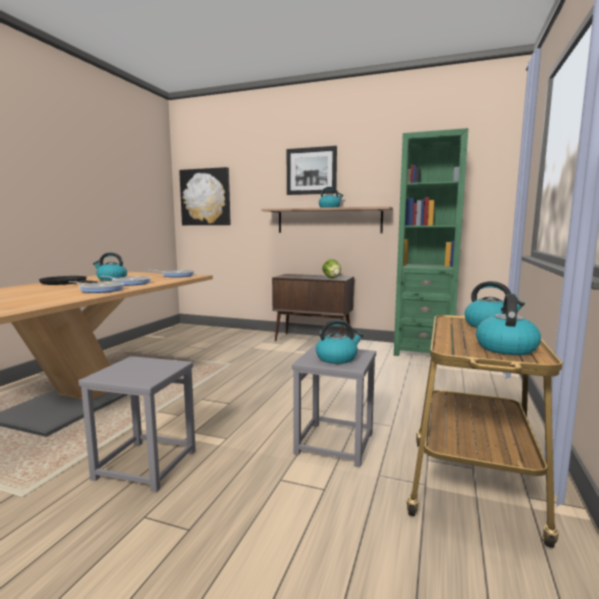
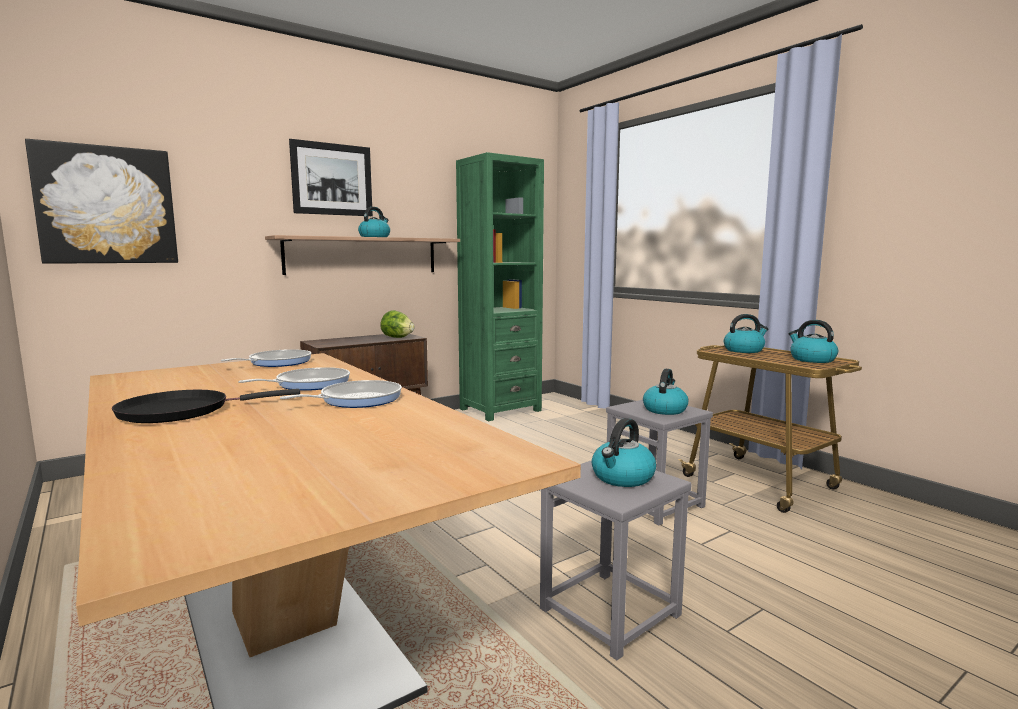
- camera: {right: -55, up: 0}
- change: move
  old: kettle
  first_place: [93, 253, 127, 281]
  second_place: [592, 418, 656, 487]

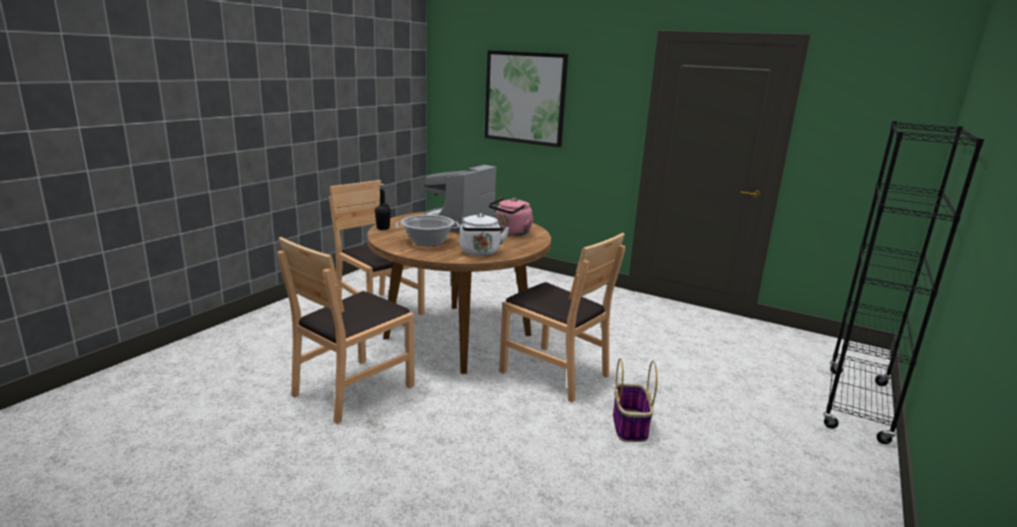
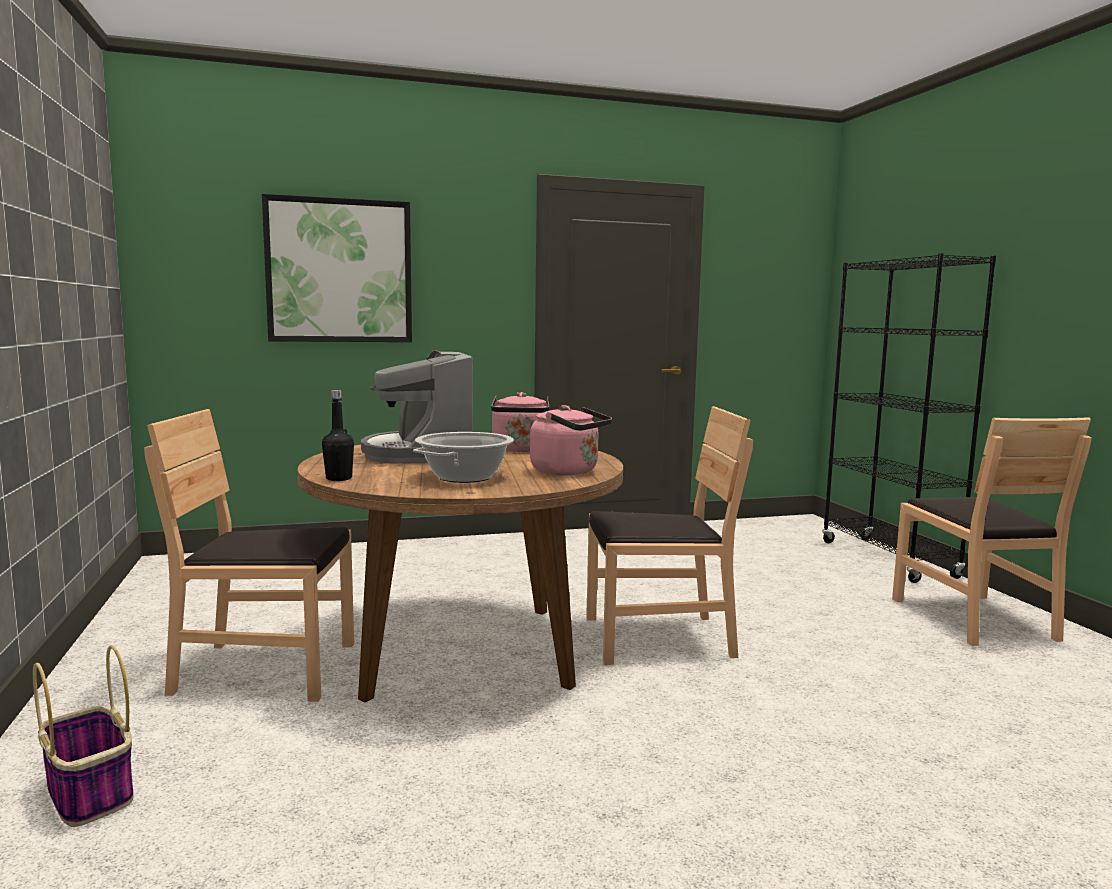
- camera: {right: -45, up: -10}
- change: move
  old: basket
  first_place: [613, 358, 658, 442]
  second_place: [33, 645, 134, 827]
- change: recolor
  old: white kettle
  new: pink kettle
  first_place: [460, 213, 510, 256]
  second_place: [530, 405, 612, 475]
- change: move
  old: brown chair
  first_place: [277, 237, 415, 424]
  second_place: [892, 417, 1091, 646]

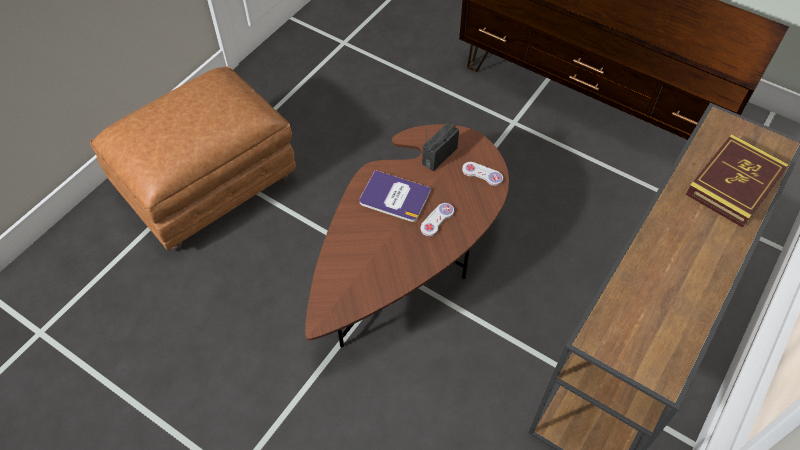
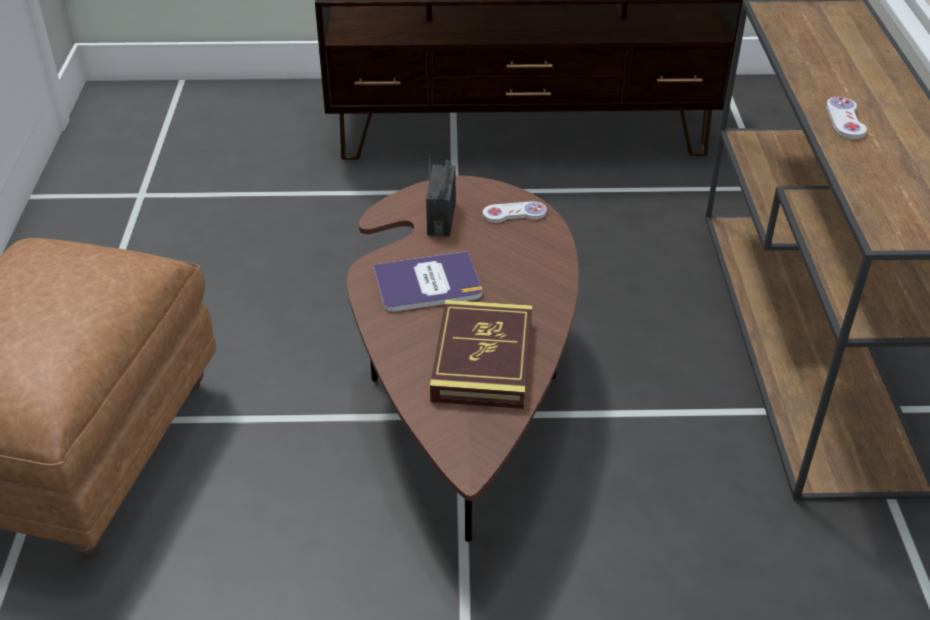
- camera: {right: -35, up: -15}
- change: move
  old: book
  first_place: [685, 134, 789, 228]
  second_place: [430, 300, 532, 409]
- change: move
  old: white game controller
  first_place: [421, 203, 454, 236]
  second_place: [826, 97, 867, 139]

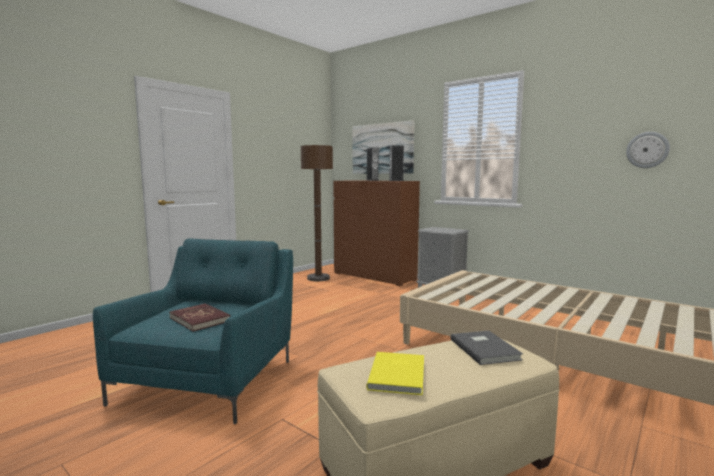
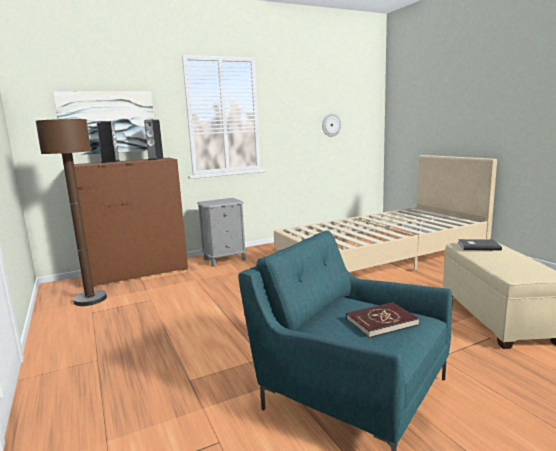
- camera: {right: -65, up: 5}
- change: delete
  old: yellow book
  first_place: [366, 352, 424, 395]

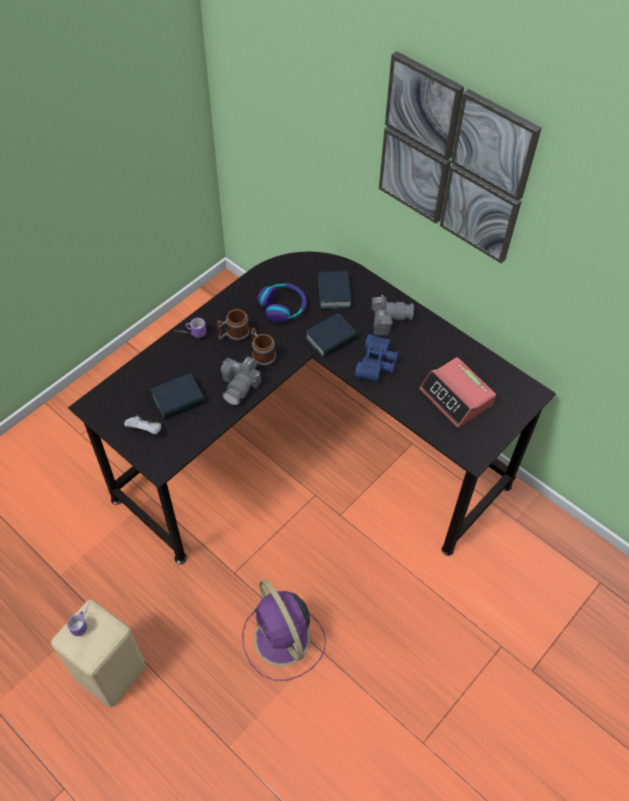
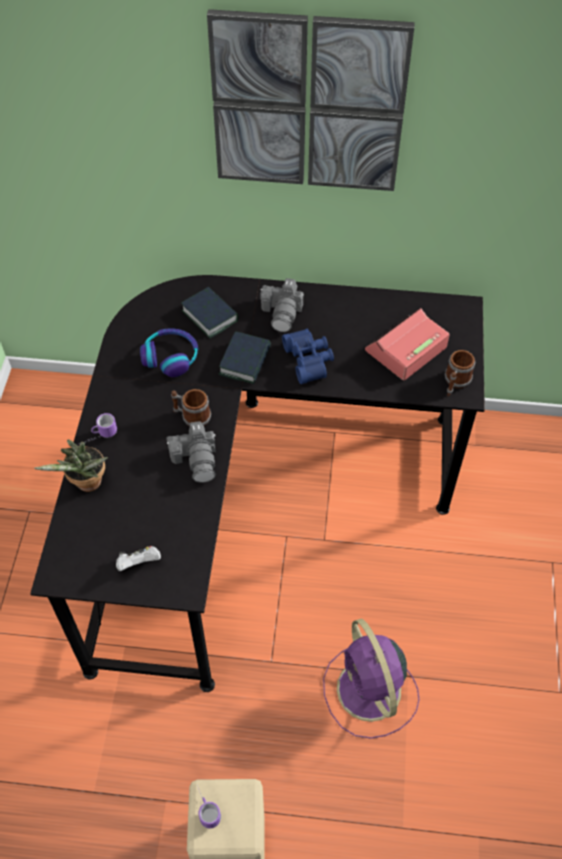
- camera: {right: -35, up: 0}
- change: insert
  new: potted plant
  second_place: [34, 440, 108, 492]
- change: rotate
  old: photo camera
  first_place: [372, 295, 414, 335]
  second_place: [260, 278, 304, 332]
  degrees: 135
- change: rotate
  old: purple fan
  first_place: [242, 579, 326, 681]
  second_place: [323, 619, 419, 739]
  degrees: 45
- change: rotate
  old: alarm clock
  first_place: [419, 357, 496, 428]
  second_place: [365, 308, 450, 380]
  degrees: 120
- change: move
  old: mug
  first_place: [217, 309, 250, 342]
  second_place: [445, 350, 475, 396]
- change: delete
  old: book
  first_place: [151, 373, 205, 419]

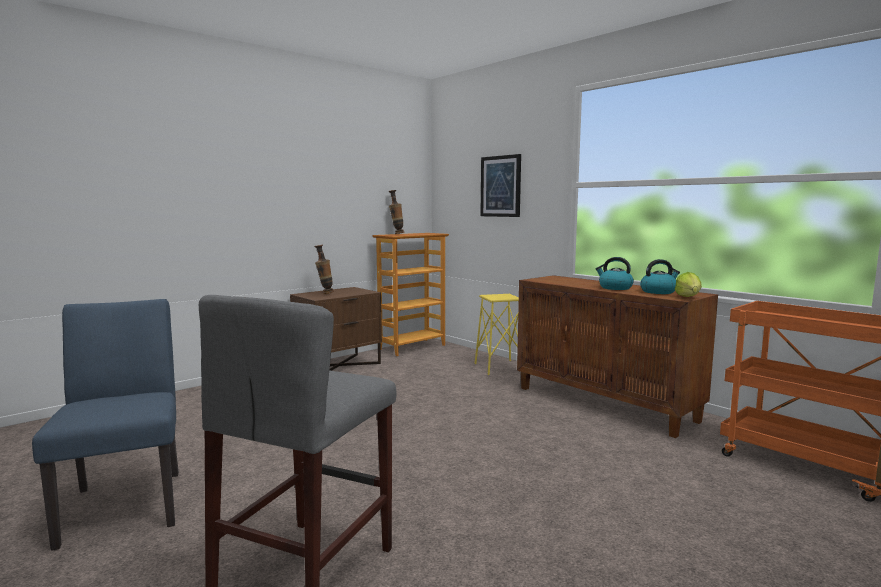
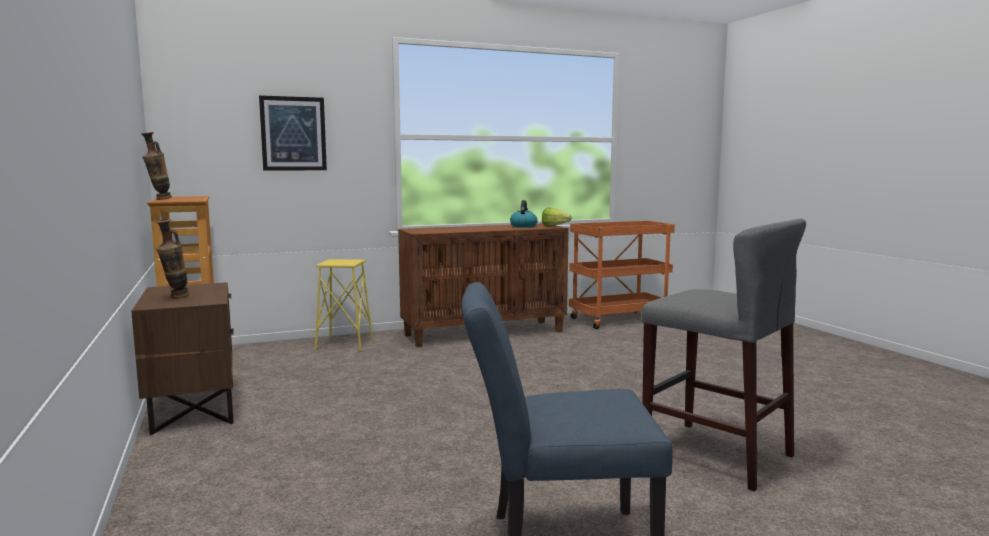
- camera: {right: -70, up: 0}
- change: delete
  old: kettle
  first_place: [596, 257, 634, 290]

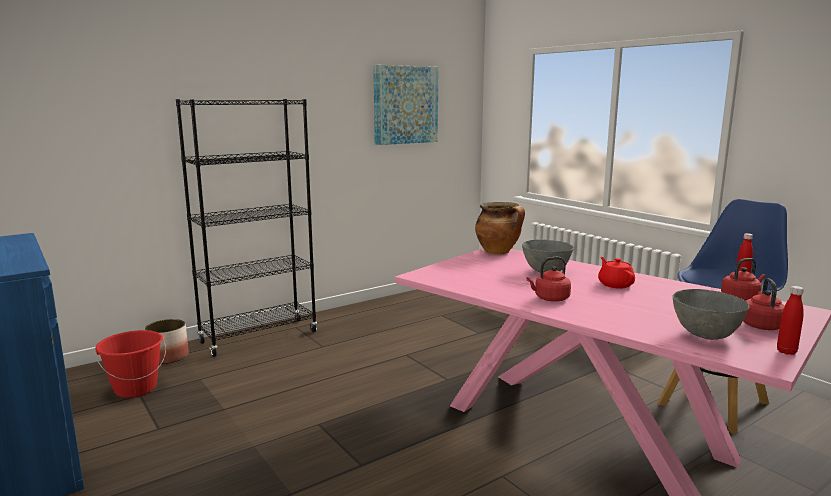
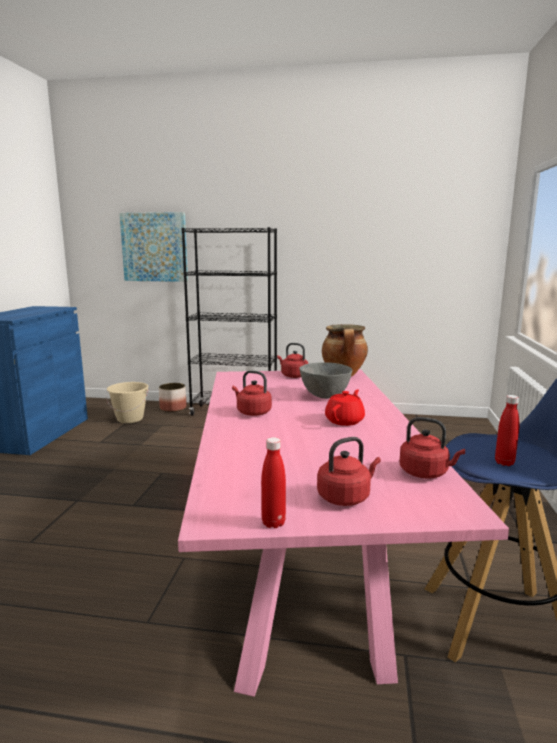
- camera: {right: 45, up: 0}
- change: recolor
  old: red bucket
  new: beige bucket
  first_place: [95, 330, 166, 398]
  second_place: [106, 382, 148, 423]
- change: move
  old: picture
  first_place: [373, 65, 439, 145]
  second_place: [119, 212, 188, 282]
- change: insert
  new: red kettle
  second_place: [277, 343, 308, 378]
- change: delete
  old: grey bowl
  first_place: [672, 289, 750, 340]

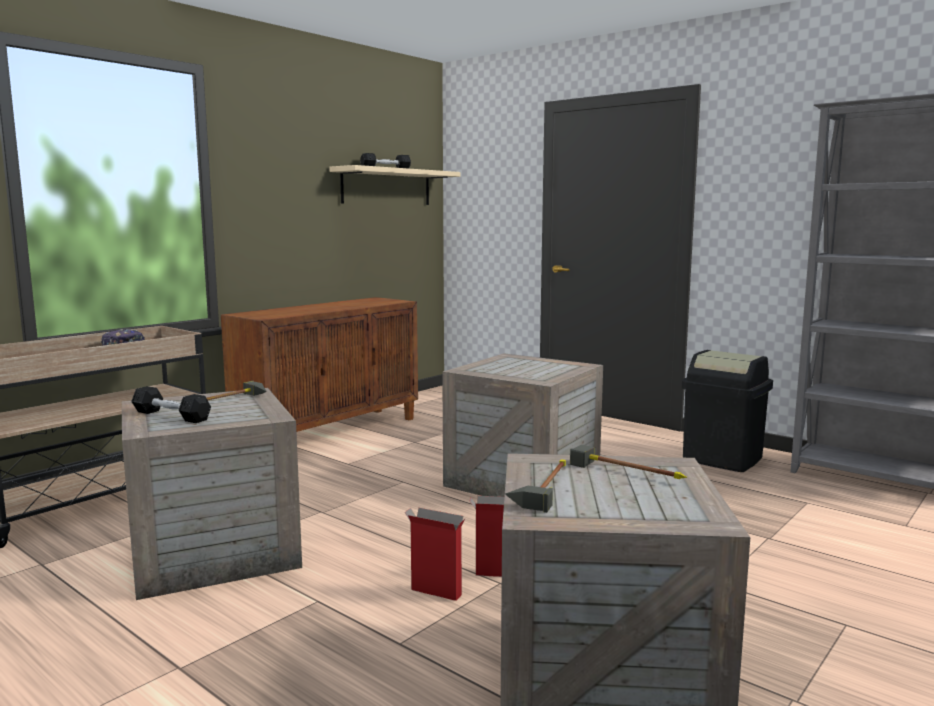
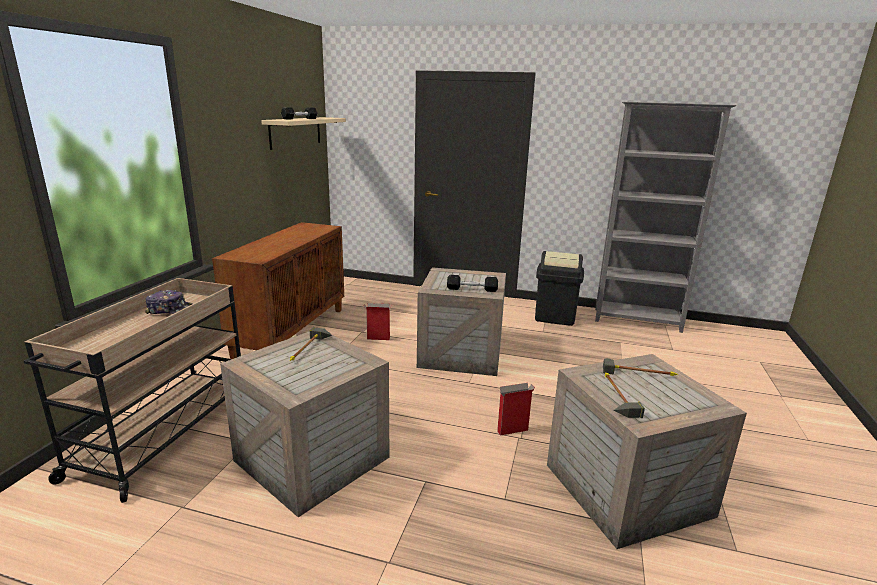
- camera: {right: -25, up: 10}
- change: move
  old: cardboard box
  first_place: [404, 508, 465, 601]
  second_place: [363, 303, 391, 340]
- change: move
  old: black dumbbell
  first_place: [131, 386, 211, 423]
  second_place: [447, 275, 498, 292]

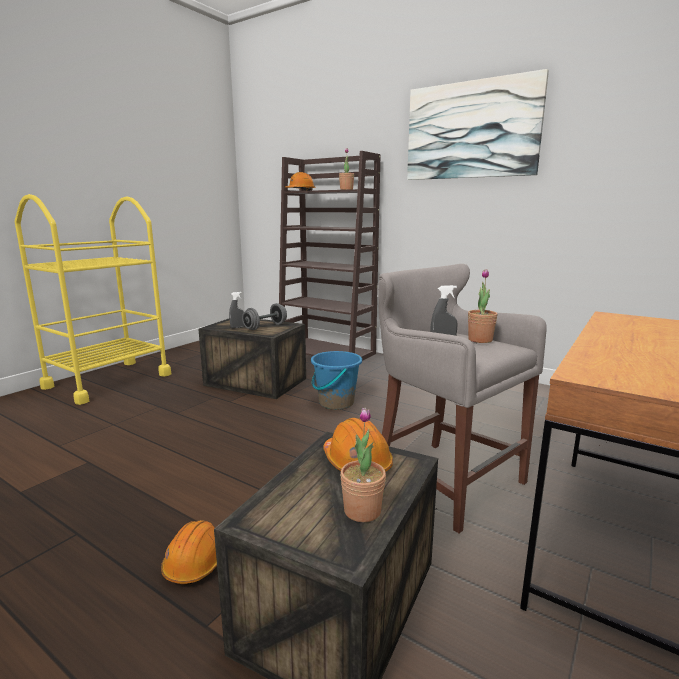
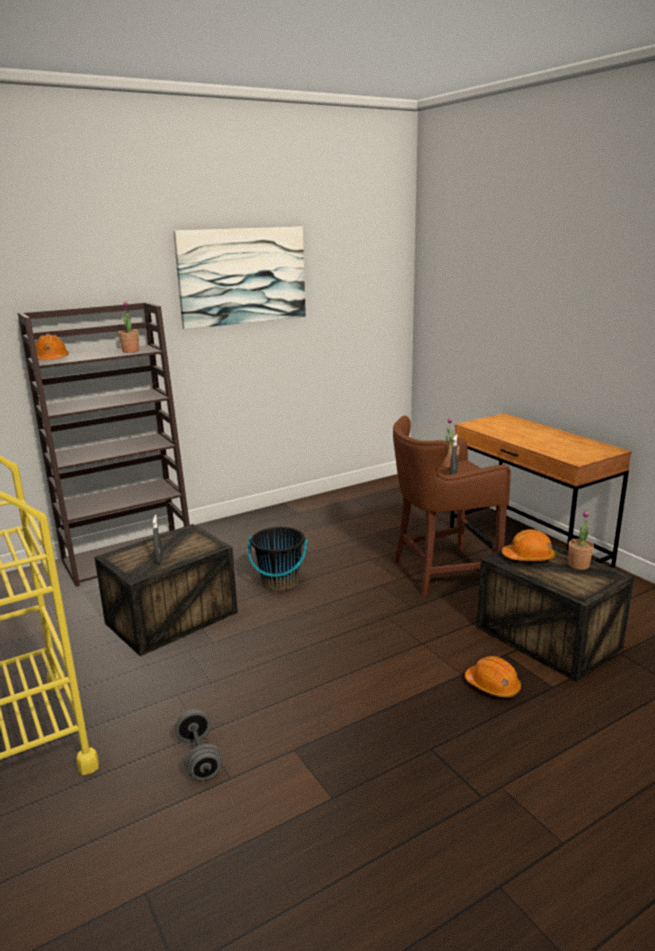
- camera: {right: -65, up: 5}
- change: move
  old: grey dumbbell
  first_place: [242, 303, 287, 330]
  second_place: [175, 709, 223, 780]
- change: recolor
  old: blue bucket
  new: black bucket
  first_place: [311, 351, 362, 410]
  second_place: [248, 527, 308, 591]
- change: recolor
  old: grey stool
  new: brown stool
  first_place: [378, 264, 547, 533]
  second_place: [393, 415, 511, 596]

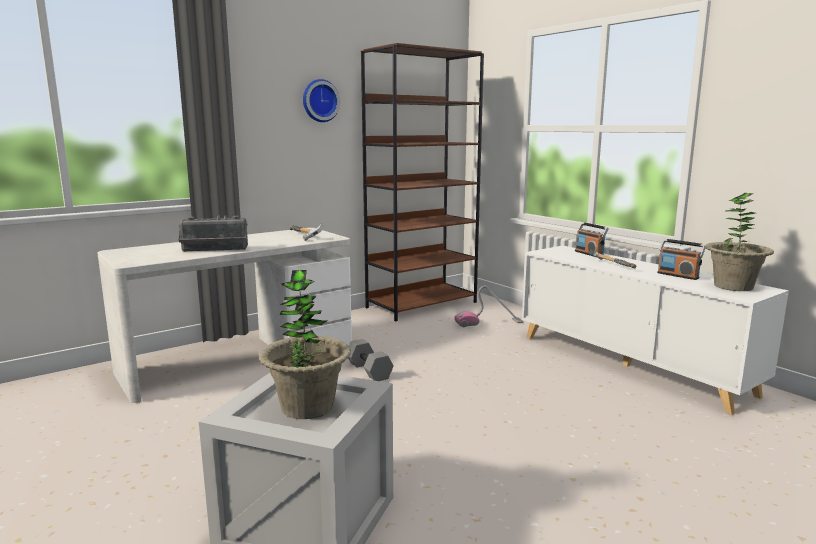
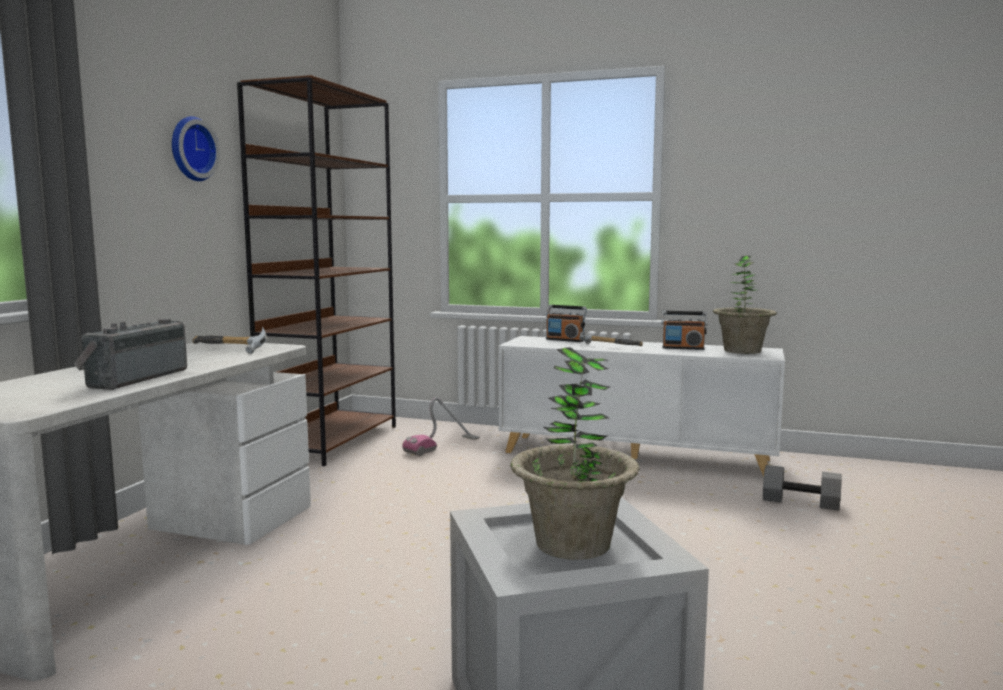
- camera: {right: -35, up: -5}
- change: rotate
  old: radio
  first_place: [178, 216, 248, 252]
  second_place: [74, 318, 187, 390]
  degrees: 150
- change: move
  old: grey dumbbell
  first_place: [348, 339, 394, 381]
  second_place: [763, 465, 842, 511]

